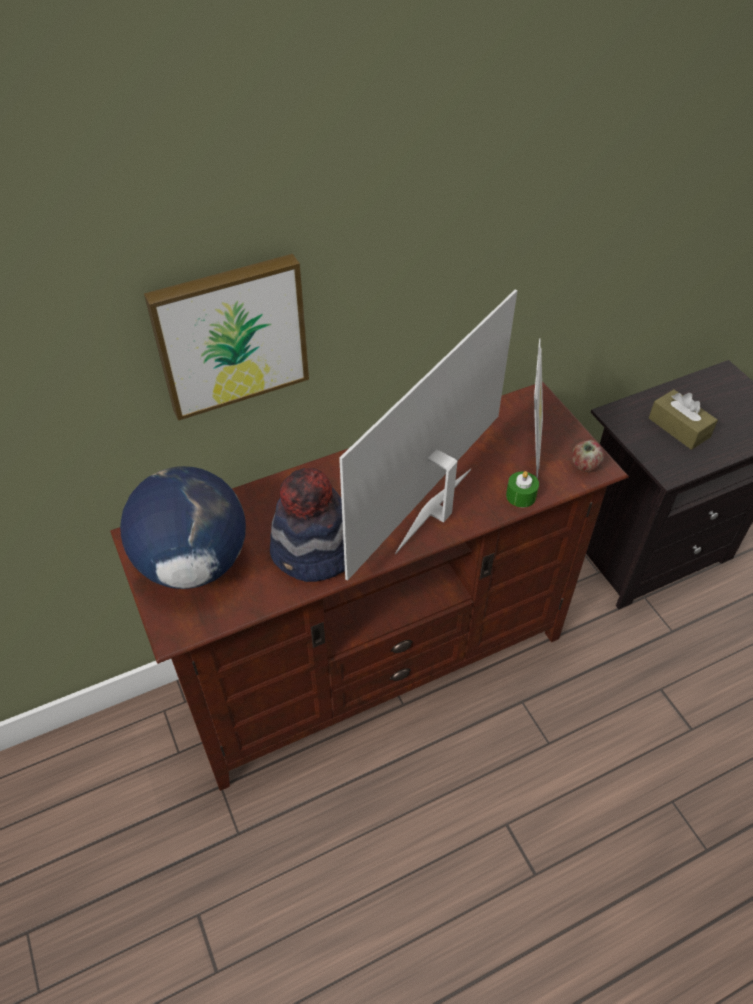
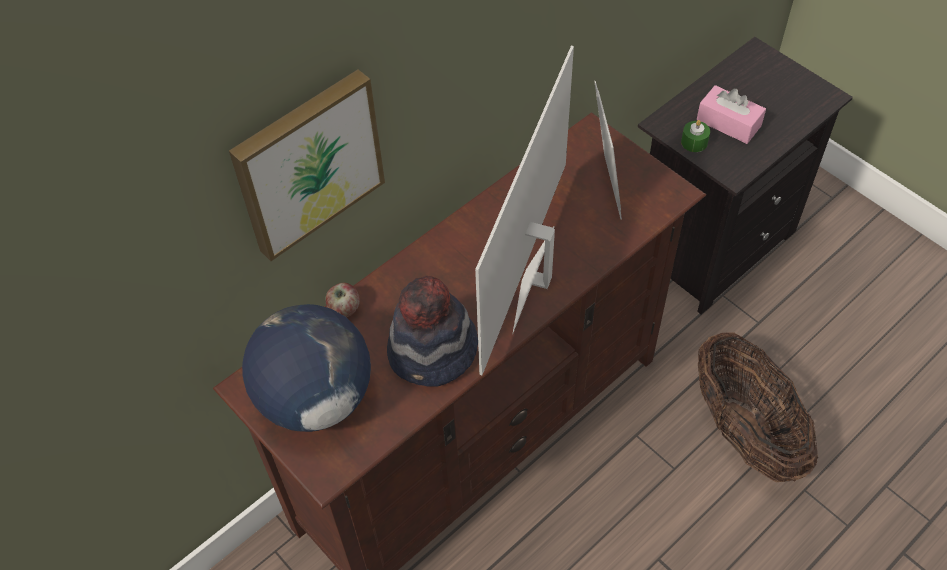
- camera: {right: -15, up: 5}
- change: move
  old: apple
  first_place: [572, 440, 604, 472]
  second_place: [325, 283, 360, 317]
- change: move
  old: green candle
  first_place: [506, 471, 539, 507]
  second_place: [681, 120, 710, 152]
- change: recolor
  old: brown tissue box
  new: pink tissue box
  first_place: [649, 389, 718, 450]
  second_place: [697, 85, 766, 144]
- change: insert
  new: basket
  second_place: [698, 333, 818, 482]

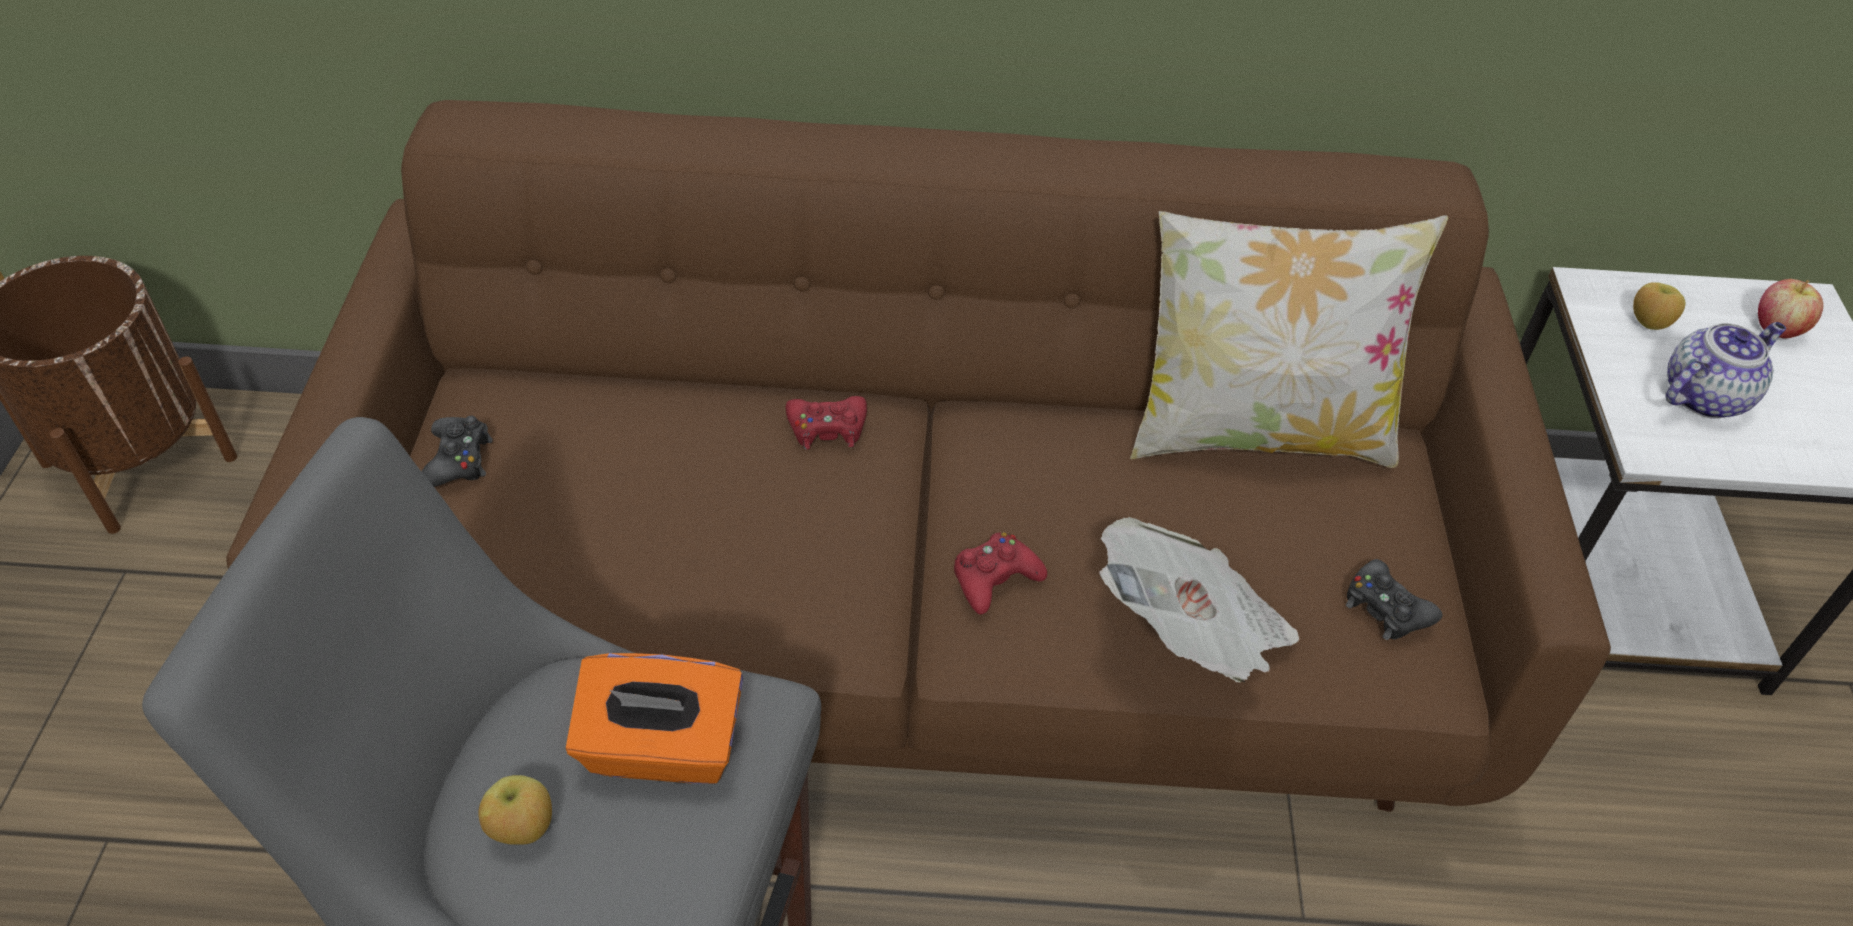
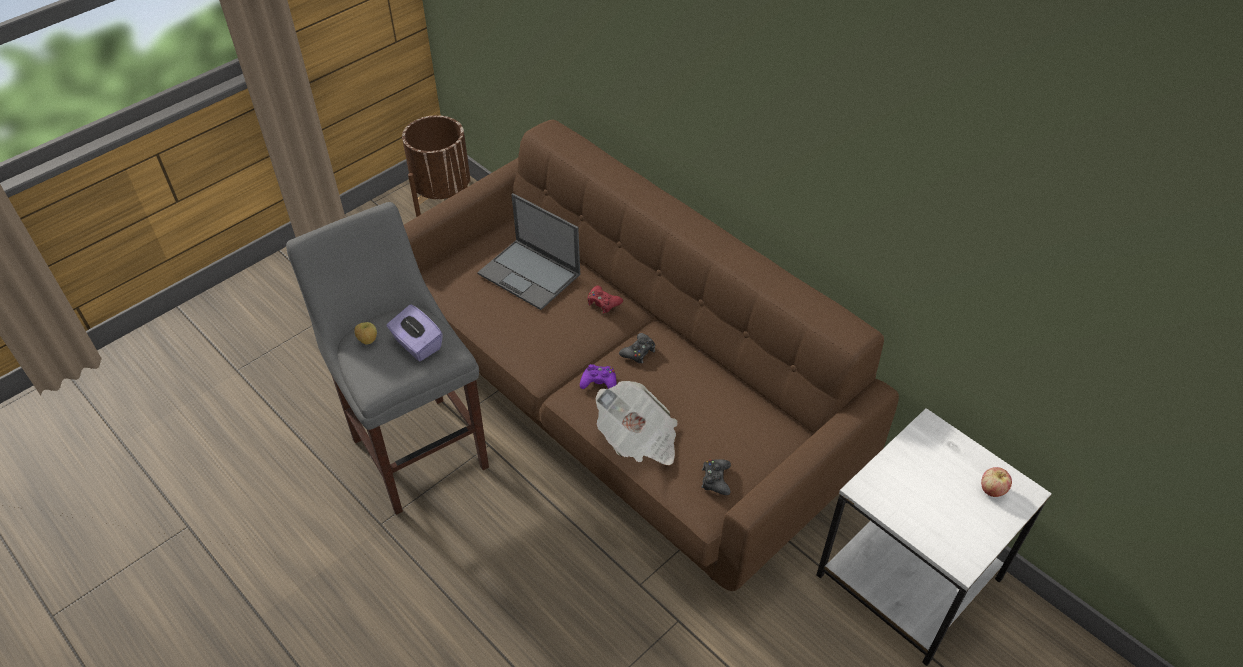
- camera: {right: 45, up: 0}
- change: recolor
  old: orange tissue box
  new: purple tissue box
  first_place: [566, 653, 743, 784]
  second_place: [387, 305, 443, 361]
- change: insert
  new: laptop
  second_place: [477, 193, 580, 310]
- change: recolor
  old: red game controller
  new: purple game controller
  first_place: [954, 532, 1047, 615]
  second_place: [580, 364, 616, 389]
- change: move
  old: black game controller
  first_place: [421, 416, 493, 487]
  second_place: [619, 333, 655, 363]
- change: delete
  old: pillow
  first_place: [1130, 211, 1448, 468]
- change: delete
  old: apple
  first_place: [1633, 282, 1685, 330]
- change: delete
  old: teapot
  first_place: [1665, 322, 1786, 419]

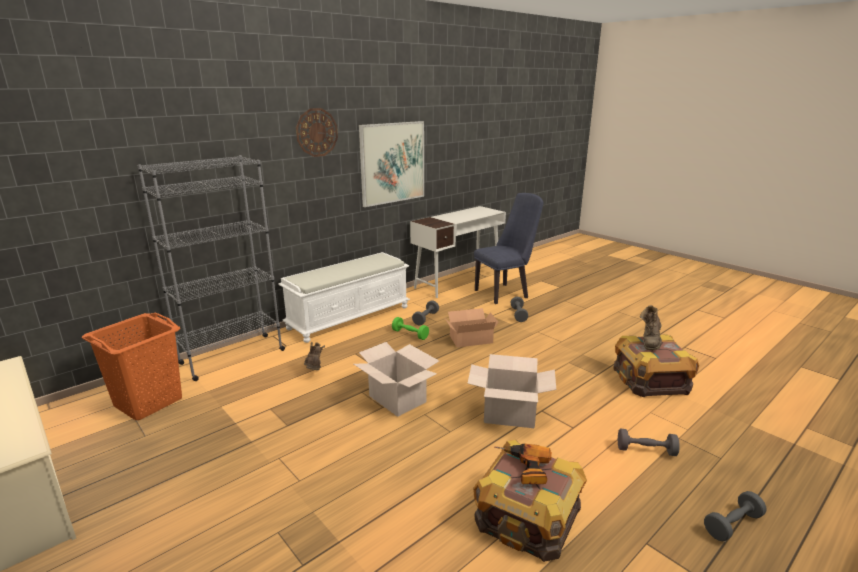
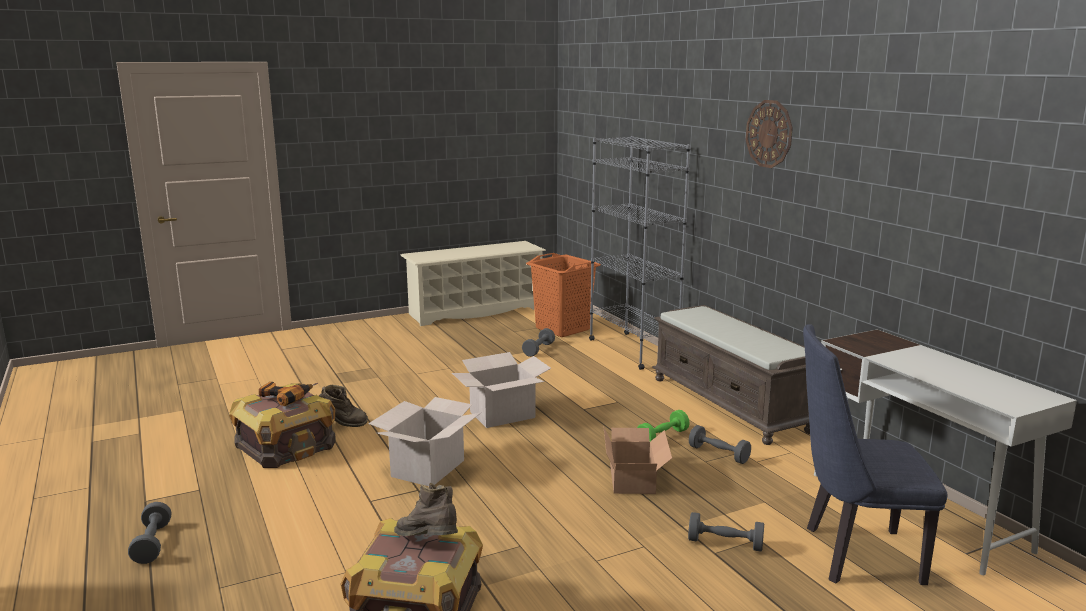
- camera: {right: 105, up: -5}
- change: move
  old: brown boot
  first_place: [304, 342, 325, 370]
  second_place: [319, 385, 368, 427]
- change: move
  old: grey dumbbell
  first_place: [618, 428, 680, 456]
  second_place: [522, 328, 555, 357]
- change: recolor
  old: white bench
  new: brown bench
  first_place: [278, 252, 410, 343]
  second_place: [652, 305, 810, 445]
- change: rotate
  old: blue chair
  first_place: [474, 193, 543, 304]
  second_place: [803, 324, 947, 585]
  degrees: 105
- change: delete
  old: picture
  first_place: [359, 121, 424, 207]

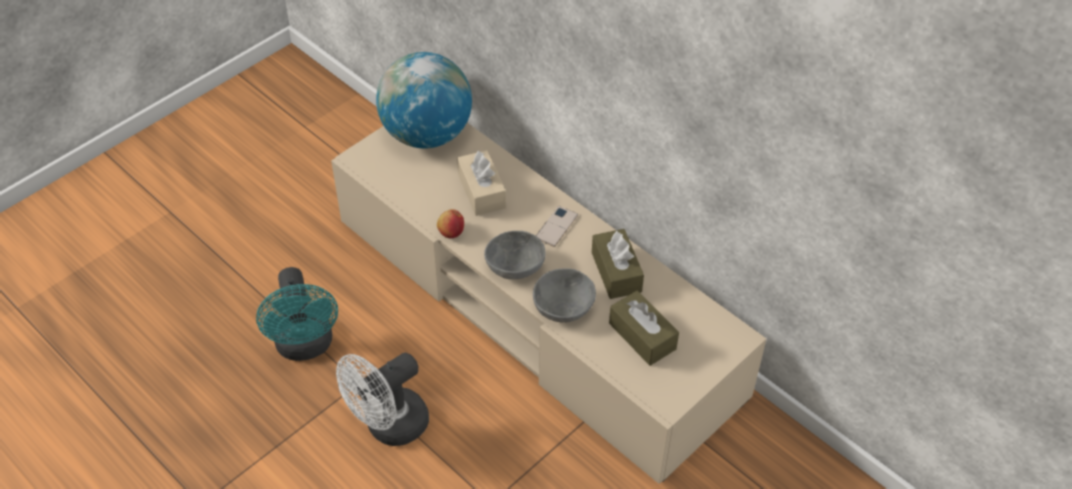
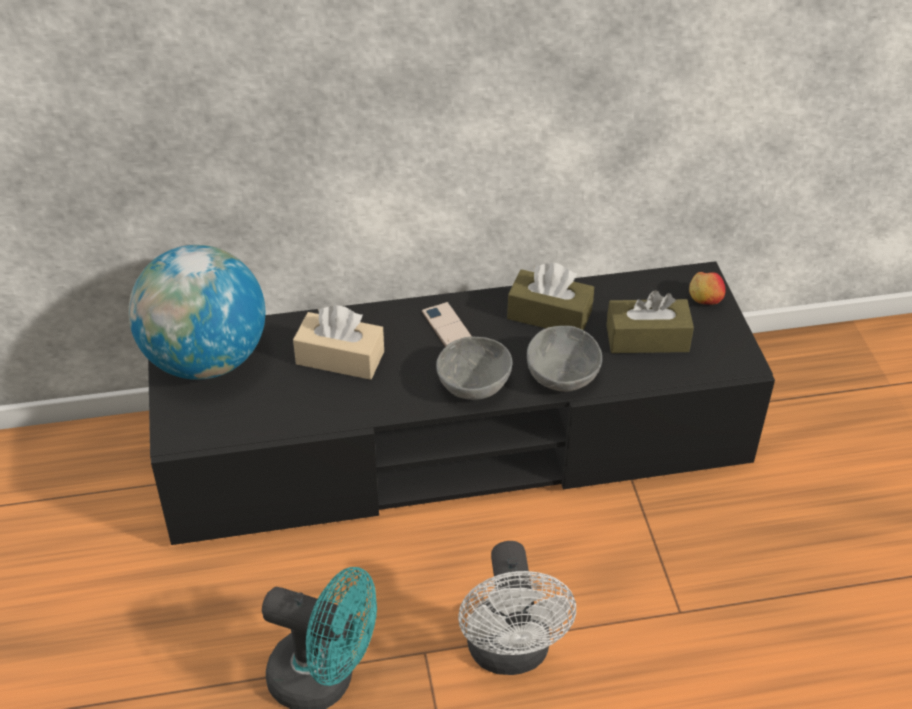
- camera: {right: -55, up: -5}
- change: recolor
  old: beige tv stand
  new: black tv stand
  first_place: [331, 123, 766, 484]
  second_place: [148, 261, 775, 545]
- change: move
  old: apple
  first_place: [437, 209, 464, 238]
  second_place: [689, 272, 726, 305]

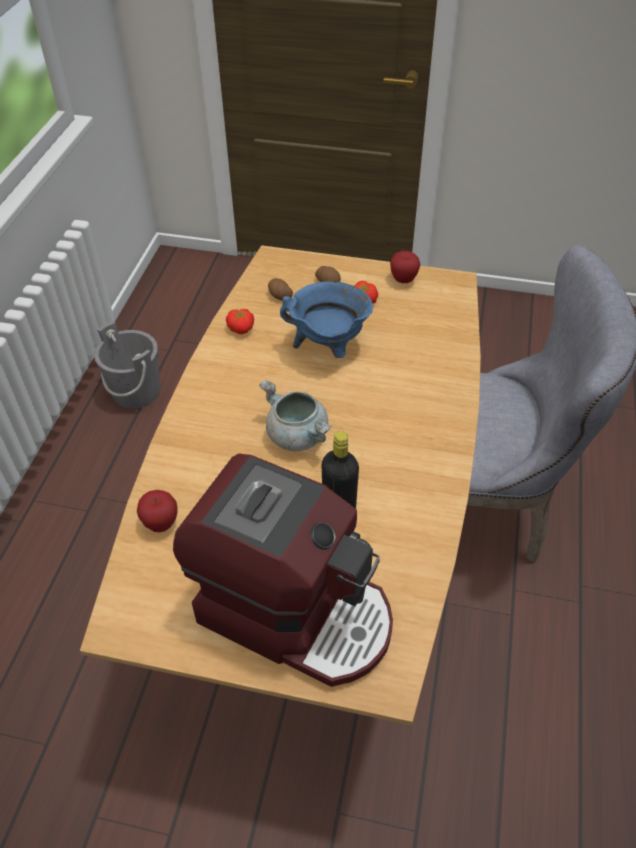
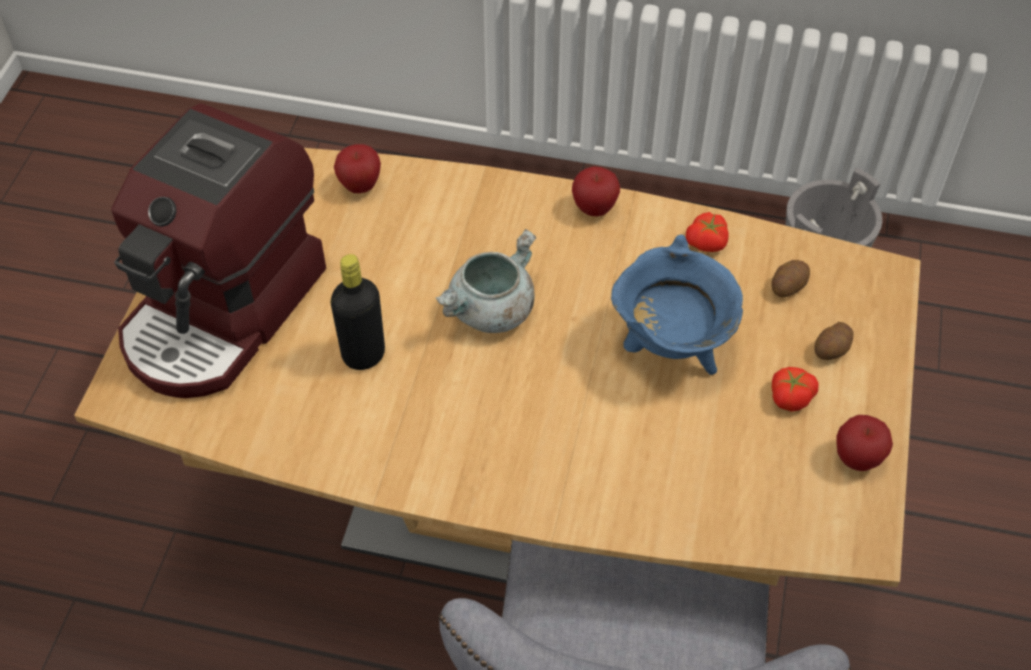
- camera: {right: 90, up: 5}
- change: insert
  new: apple
  second_place: [572, 166, 620, 216]

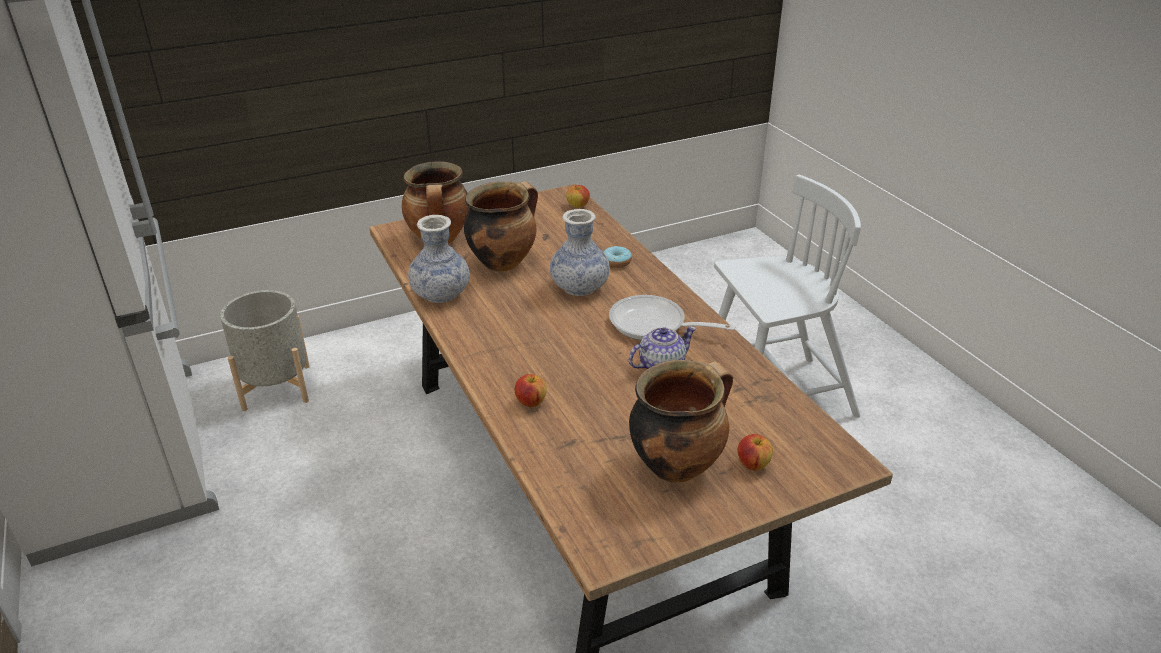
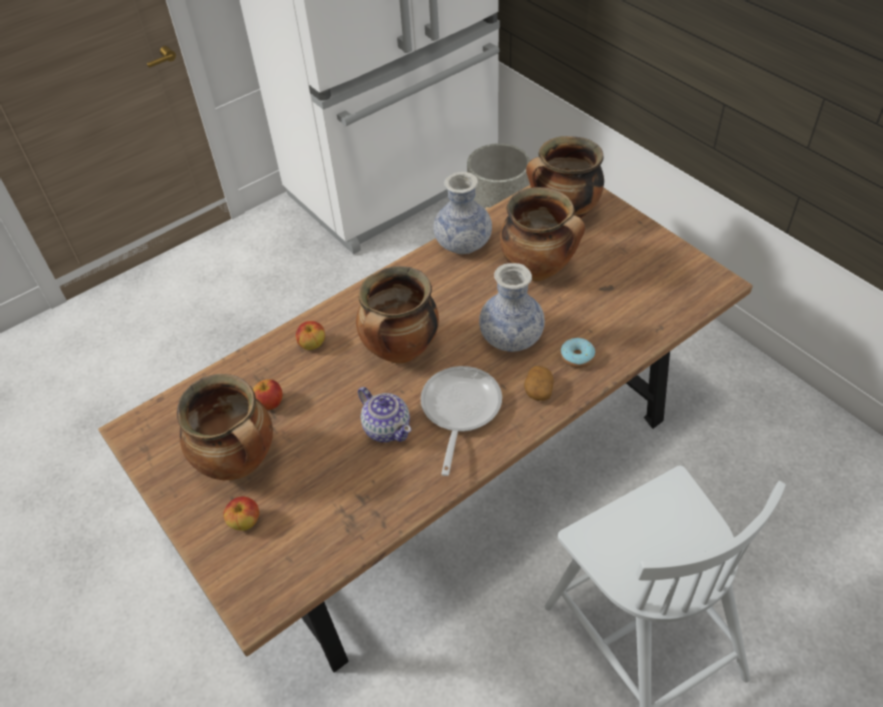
- camera: {right: 80, up: 15}
- change: move
  old: apple
  first_place: [566, 185, 590, 208]
  second_place: [253, 379, 283, 410]
- change: insert
  new: cooking pot
  second_place: [356, 266, 439, 364]
- change: insert
  new: potato
  second_place: [524, 366, 554, 401]

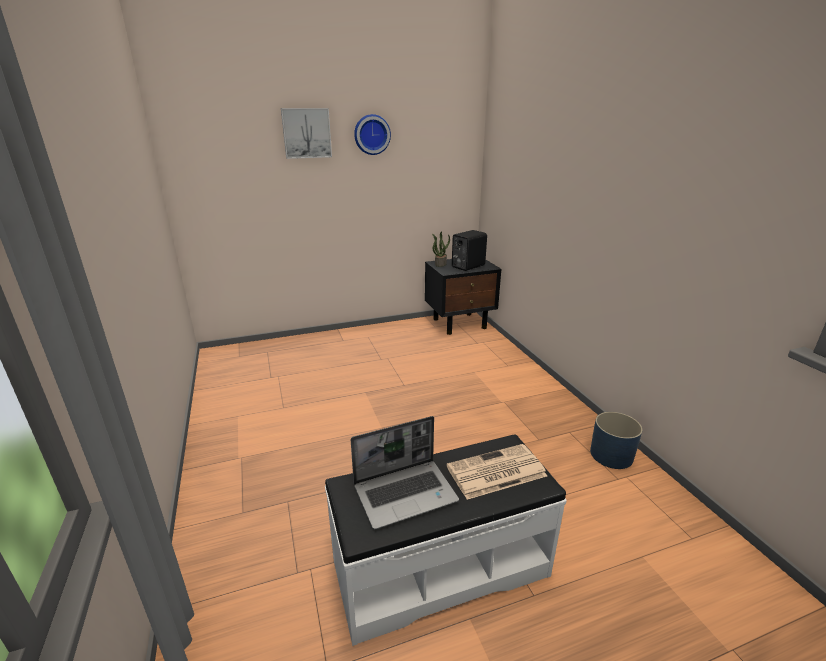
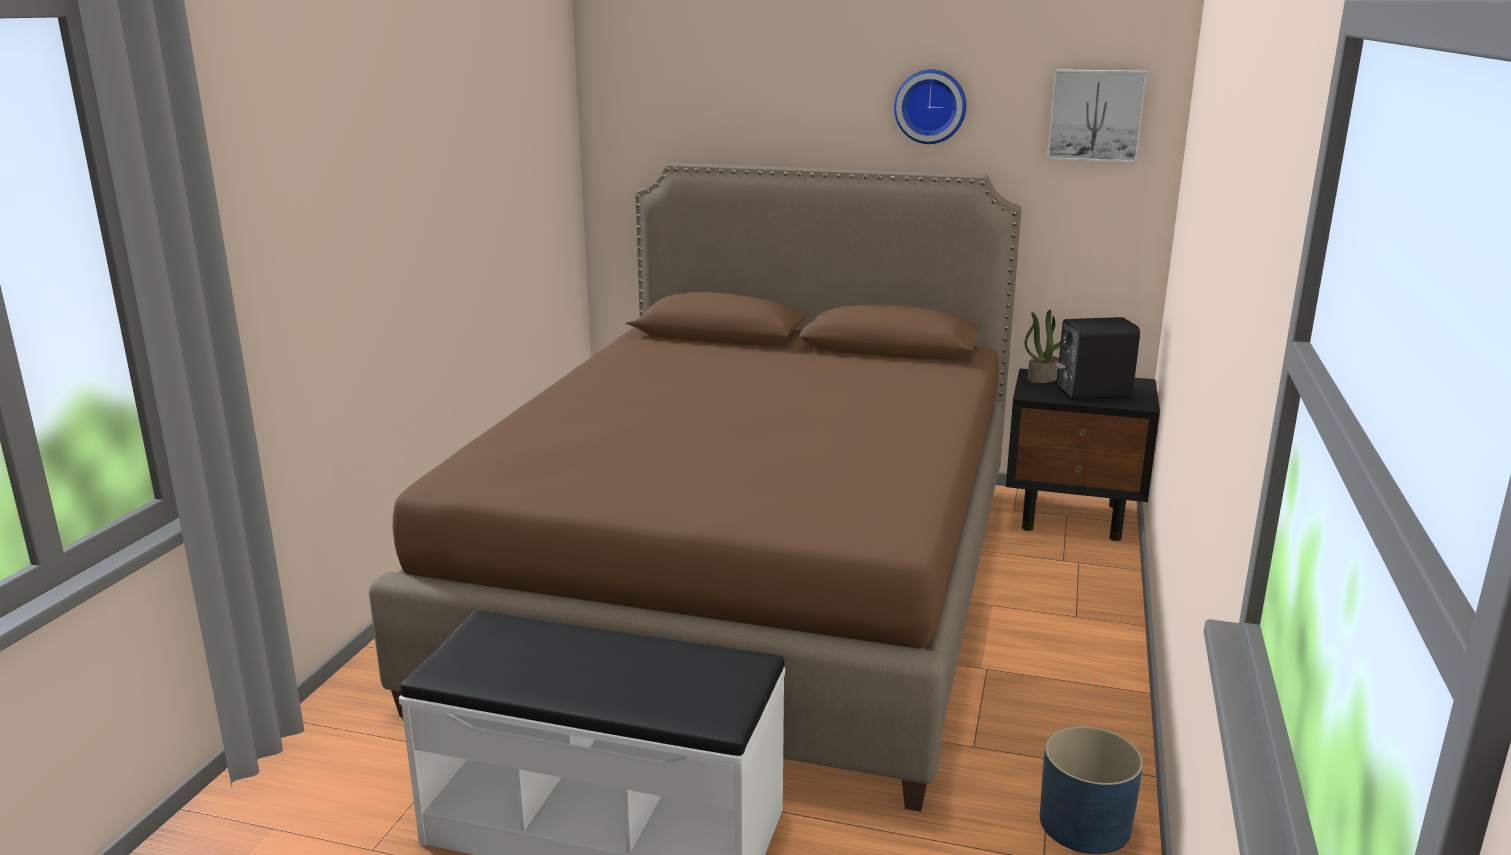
- camera: {right: 35, up: -5}
- change: insert
  new: brown bed
  second_place: [369, 162, 1021, 812]
- change: move
  old: picture
  first_place: [281, 108, 332, 159]
  second_place: [1047, 69, 1147, 163]
- change: delete
  old: laptop
  first_place: [351, 416, 459, 529]
- change: delete
  old: newspaper
  first_place: [447, 444, 547, 500]

